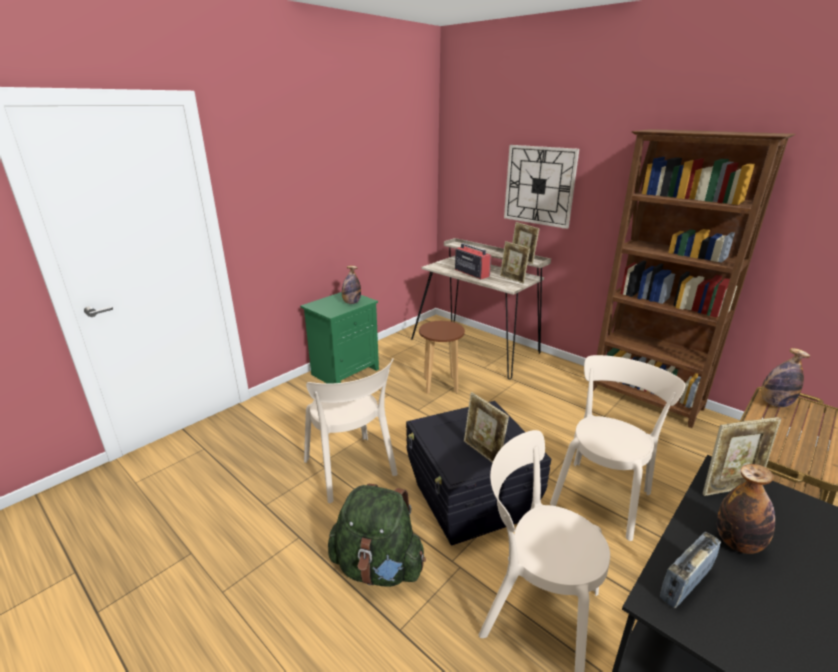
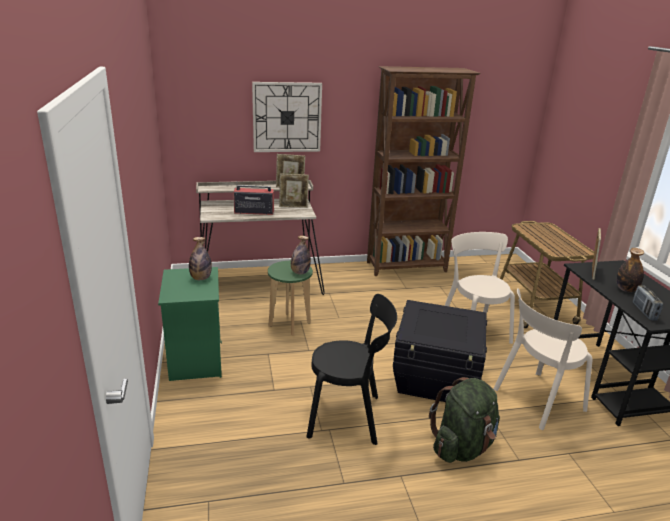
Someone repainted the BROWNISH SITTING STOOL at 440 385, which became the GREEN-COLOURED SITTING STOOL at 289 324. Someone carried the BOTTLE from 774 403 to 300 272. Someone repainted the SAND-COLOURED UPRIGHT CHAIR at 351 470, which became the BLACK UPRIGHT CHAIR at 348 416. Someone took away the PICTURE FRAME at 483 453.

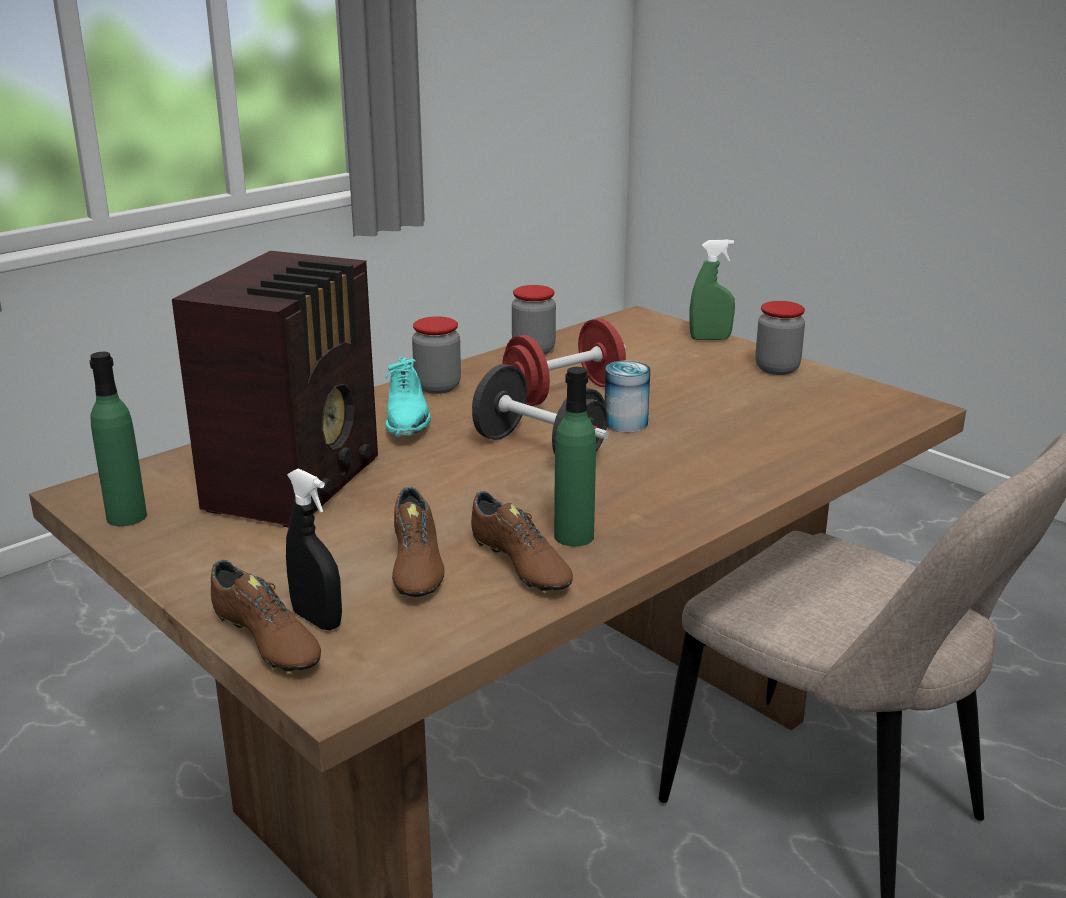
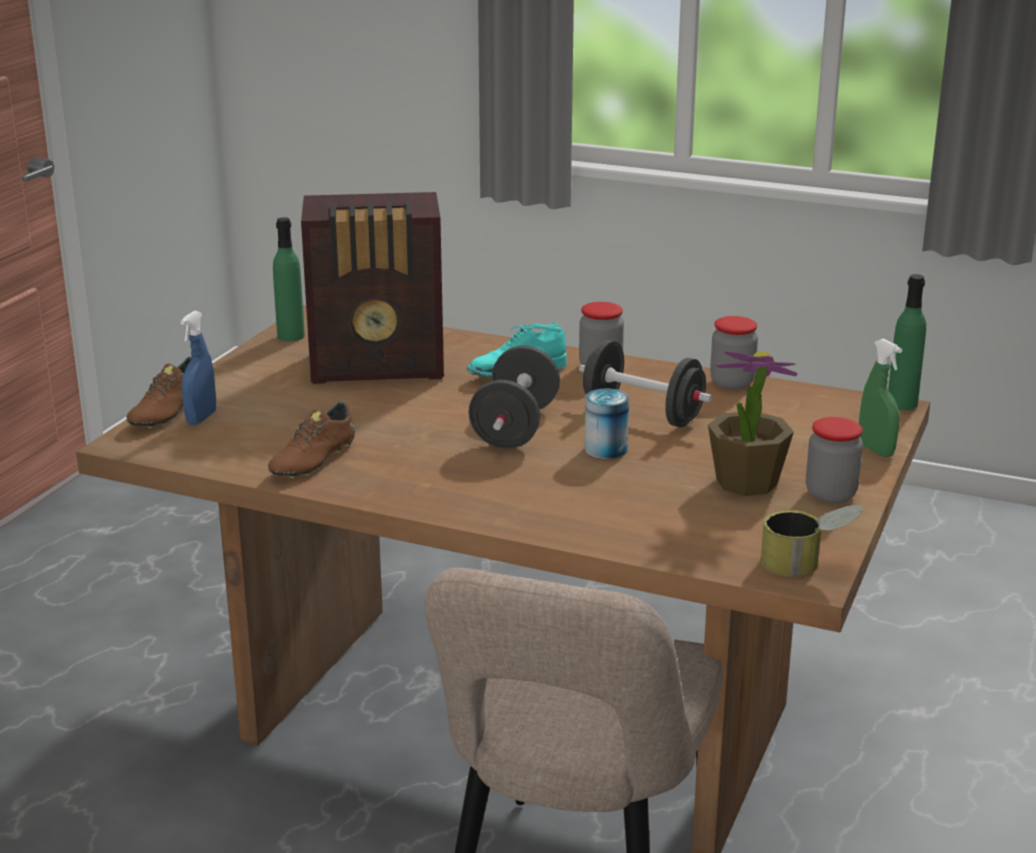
Someone repainted the REDDISH HAND WEIGHT at 564 394, which became the BLACK HAND WEIGHT at 643 414. Someone carried the GREEN-COLOURED BOTTLE from 574 536 to 902 404. Someone repainted the BLACK SPRAYER at 317 620, which became the BLUISH SPRAYER at 201 418. Someone took away the BROWNISH ITEM OF FOOTWEAR at 415 567. Someone put down the POTTED PLANT at 746 482. Someone put down the METAL CAN at 807 565.

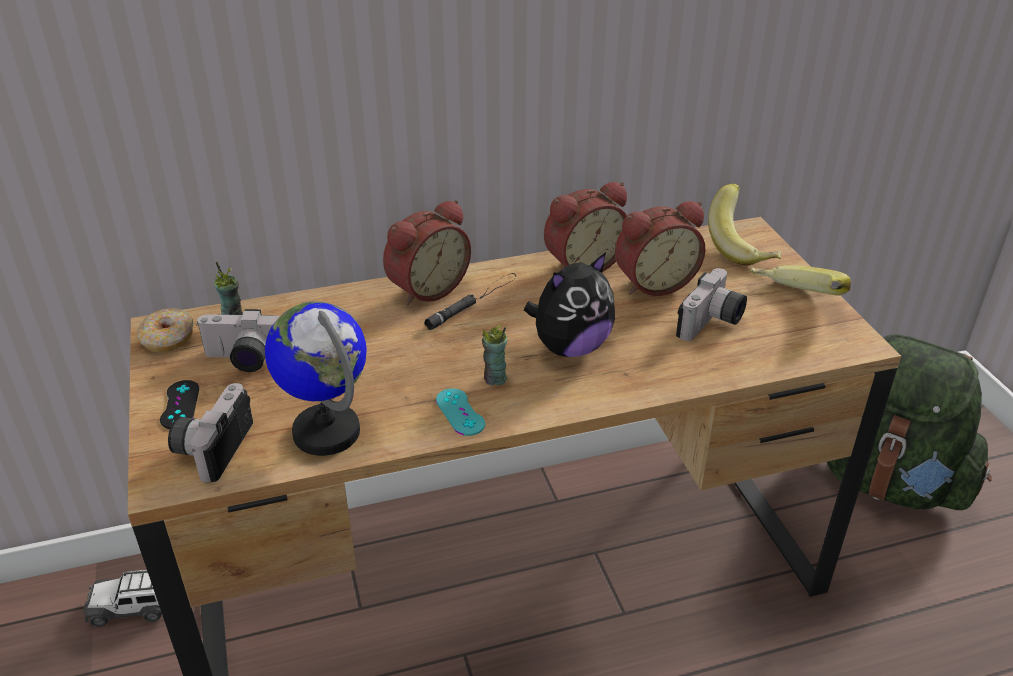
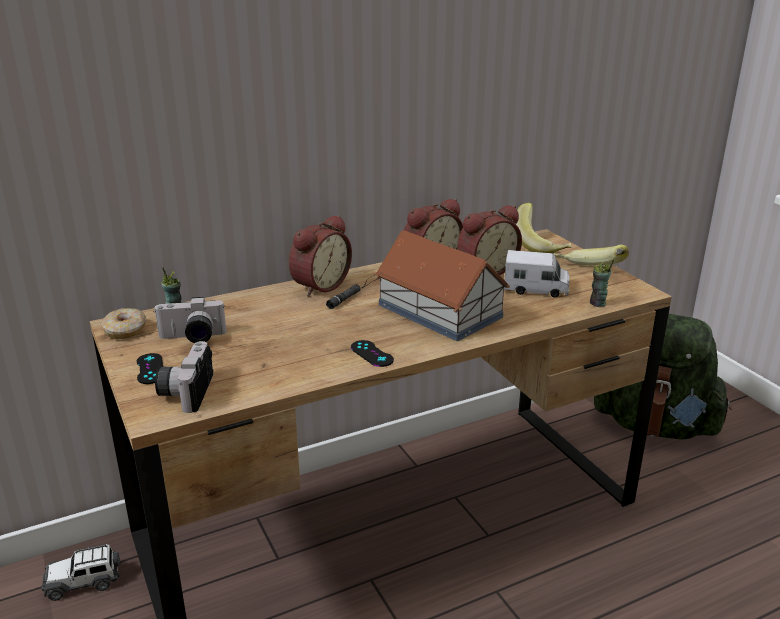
Someone swapped the SOFT TOY at 570 347 for the TOY HOUSE at 439 310. Someone swapped the STILL CAMERA at 712 324 for the TOY TRUCK at 535 289. Someone took away the DESK GLOBE at 327 431. Someone carried the SMALL CUP from 495 379 to 597 303. Someone repainted the TURQUOISE GAME CONTROLLER at 460 412, which became the BLACK GAME CONTROLLER at 372 354.

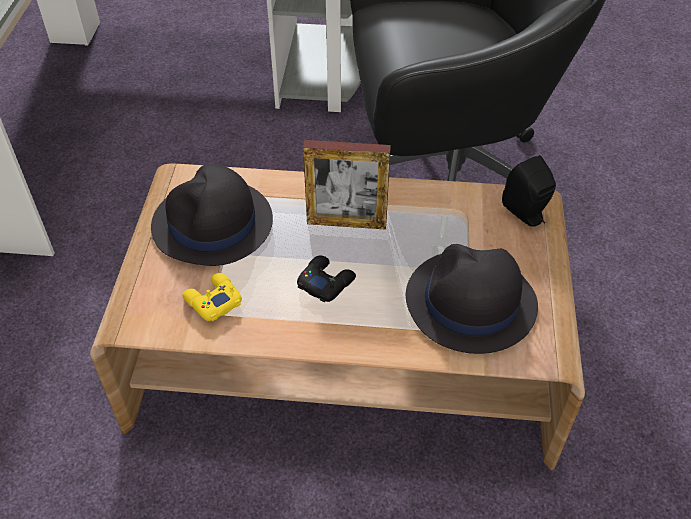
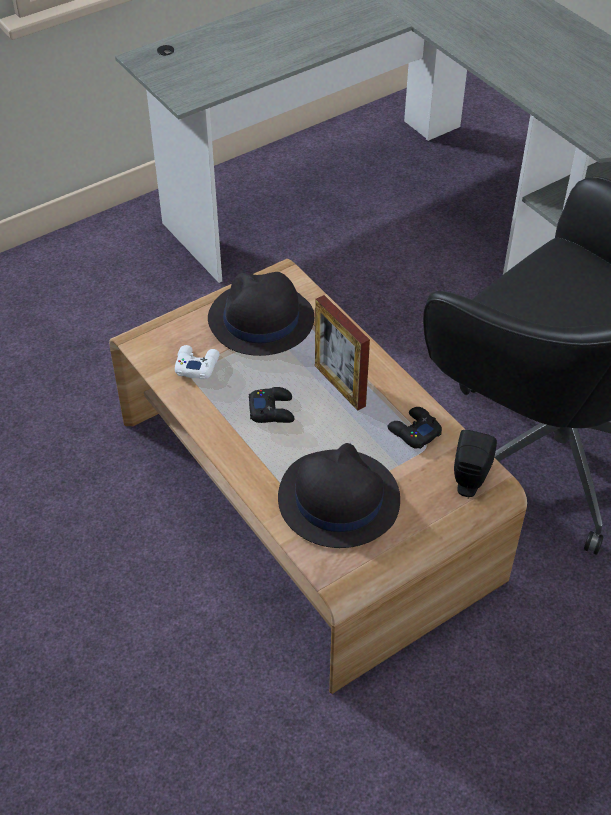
Someone repainted the YELLOW-COLOURED GAME CONTROLLER at 212 301, which became the WHITE-COLOURED GAME CONTROLLER at 196 365. Someone put down the BLACK GAME CONTROLLER at 414 431.

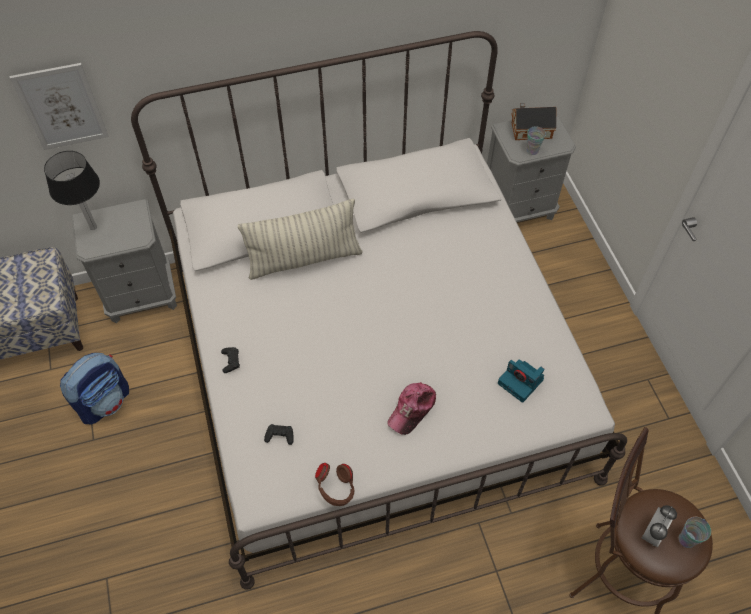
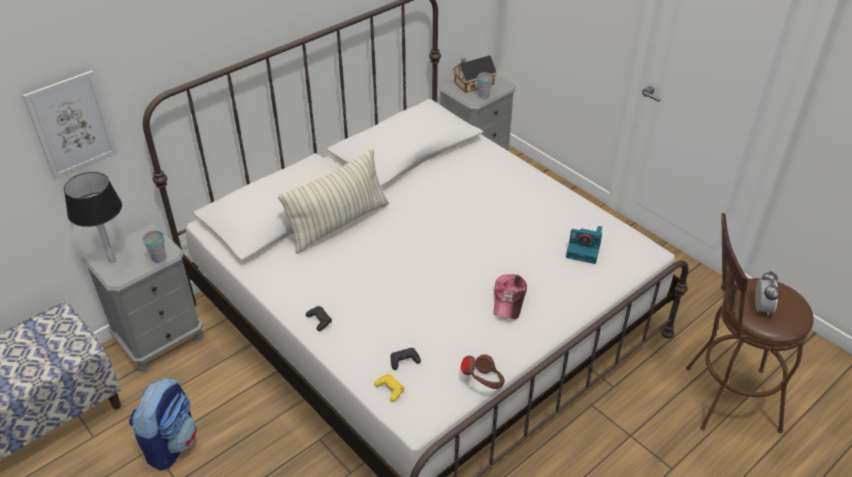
Someone carried the SMALL CUP from 686 539 to 159 258. Someone put down the YELLOW-COLOURED GAME CONTROLLER at 390 389.

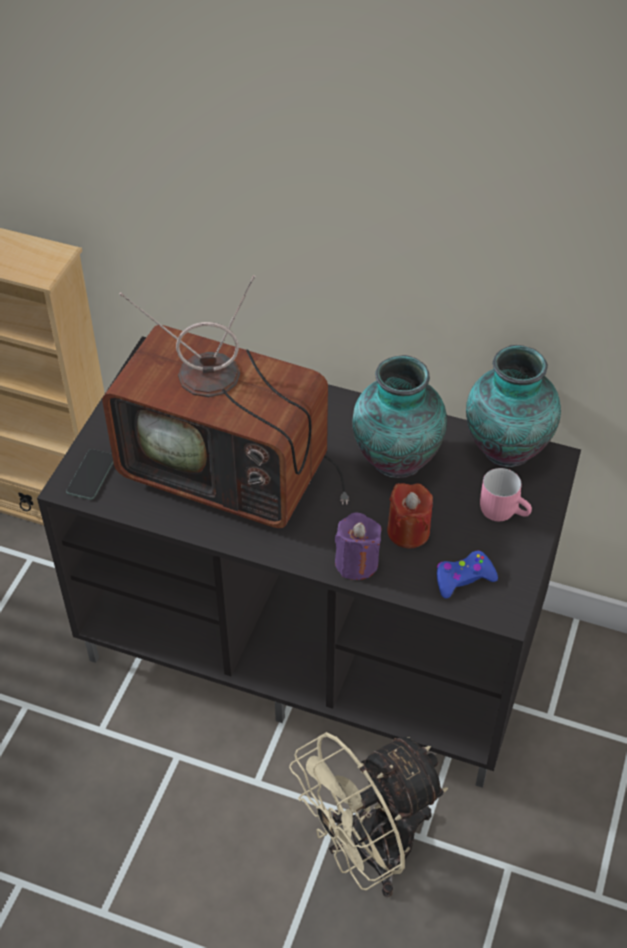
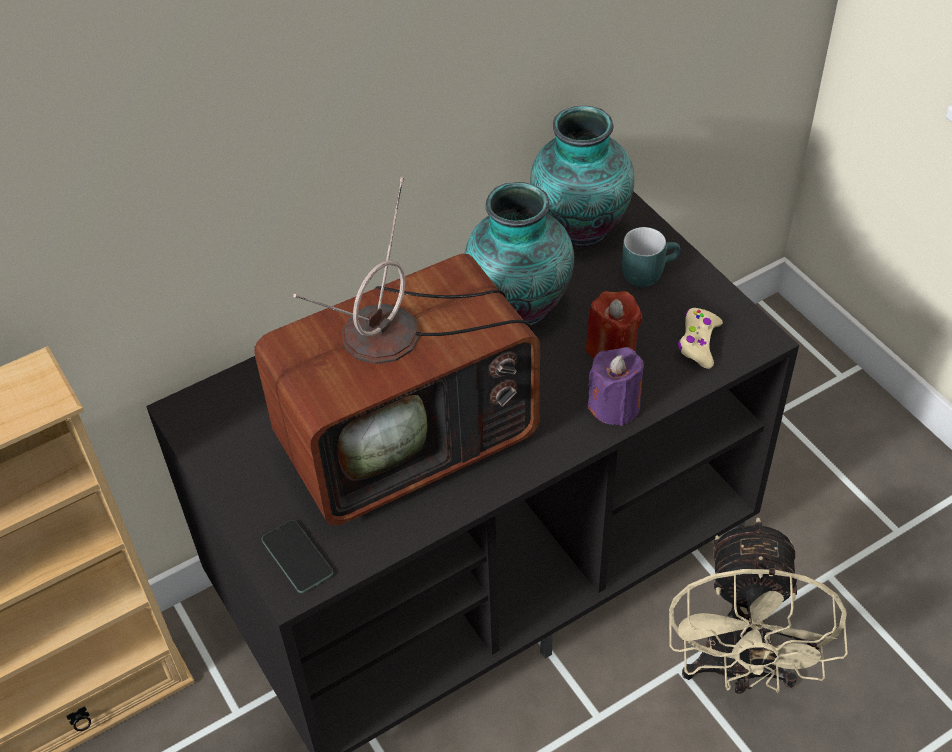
Someone repainted the PINK-COLOURED MUG at 504 510, which became the TURQUOISE MUG at 647 271. Someone repainted the BLUISH GAME CONTROLLER at 463 578, which became the SAND-COLOURED GAME CONTROLLER at 698 343.

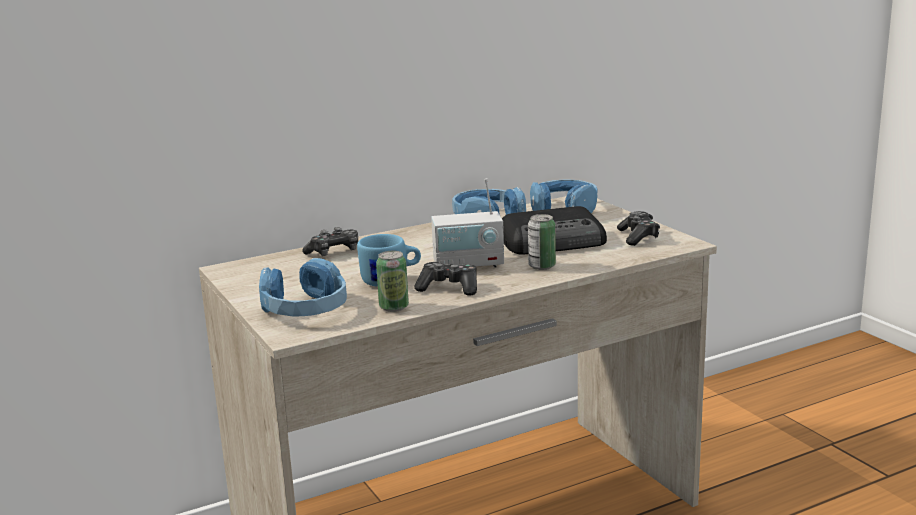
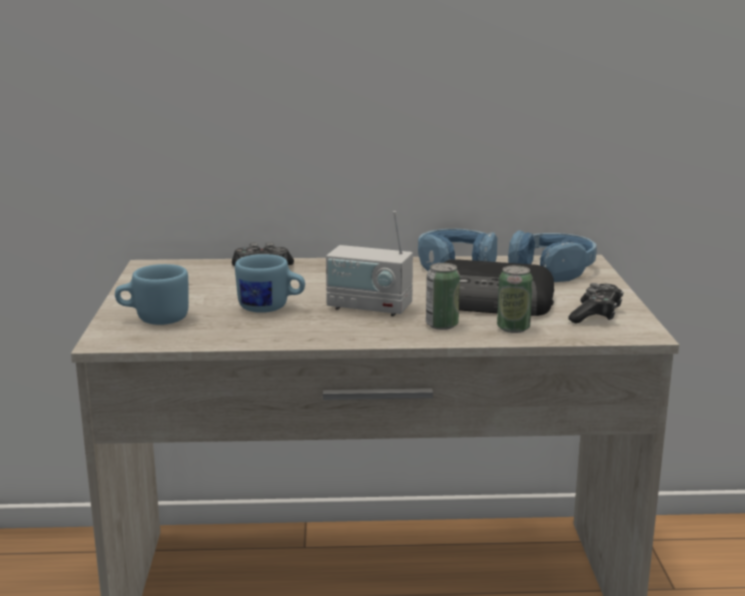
Someone carried the METAL CAN from 394 307 to 513 328. Someone swapped the BLUISH PAIR OF HEADPHONES at 305 310 for the BLUISH MUG at 154 319. Someone took away the GAME CONTROLLER at 449 288.

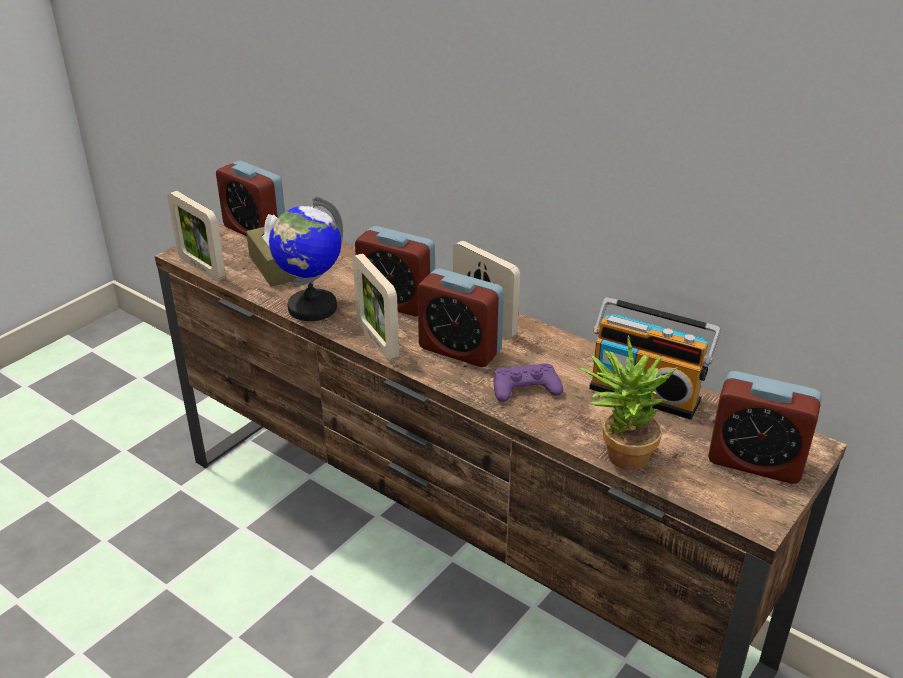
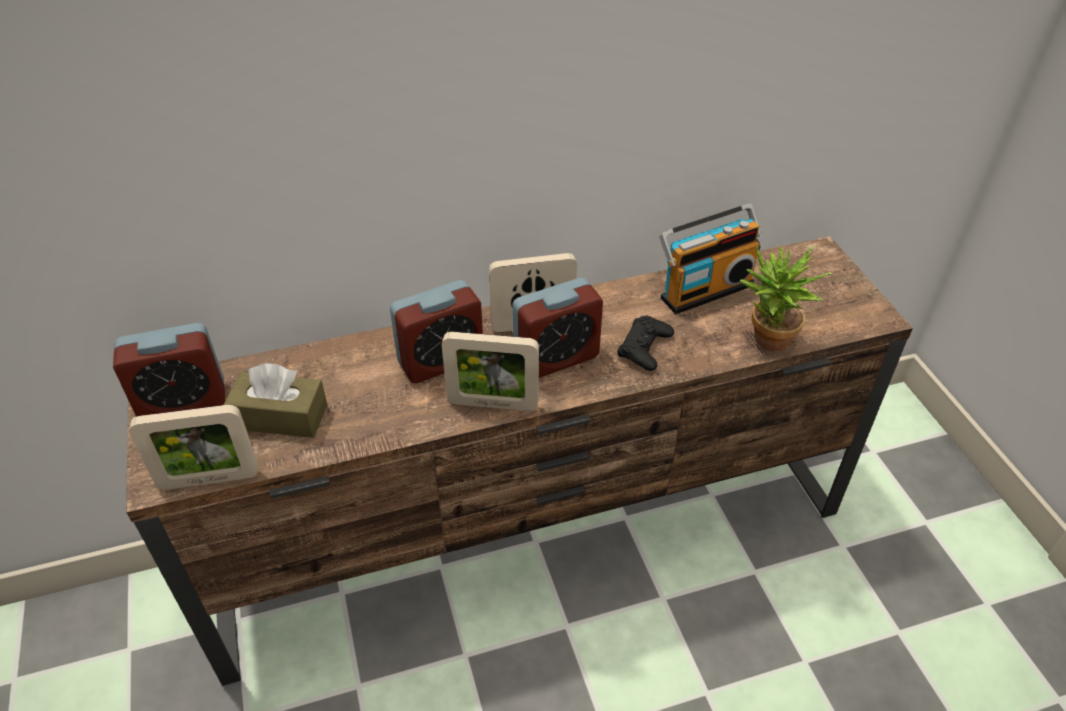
Someone took away the DESK GLOBE at 311 307. Someone repainted the PURPLE GAME CONTROLLER at 525 388, which became the BLACK GAME CONTROLLER at 645 347. Someone took away the ALARM CLOCK at 755 461.

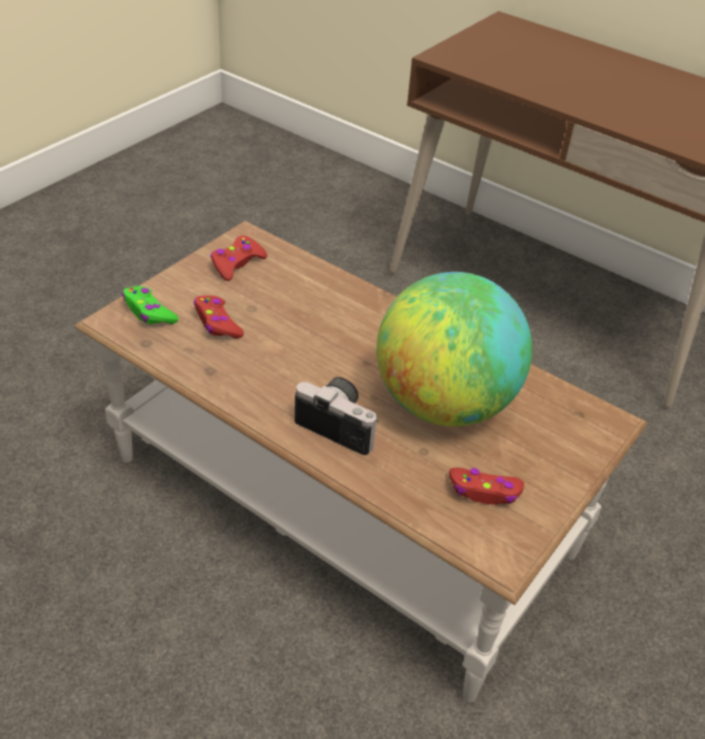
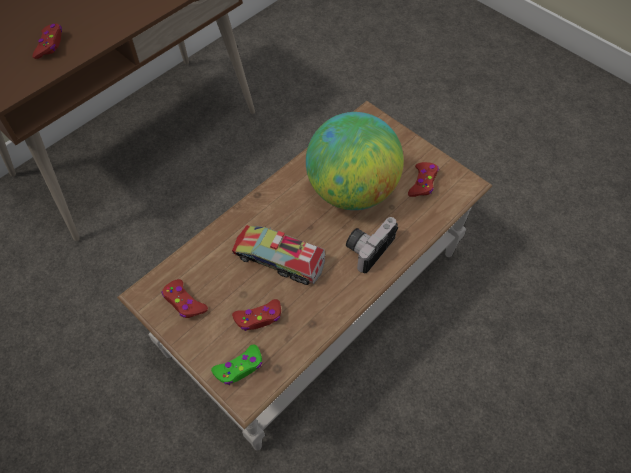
Someone put down the REDDISH GAME CONTROLLER at 50 45. Someone put down the TOY TRUCK at 279 259.

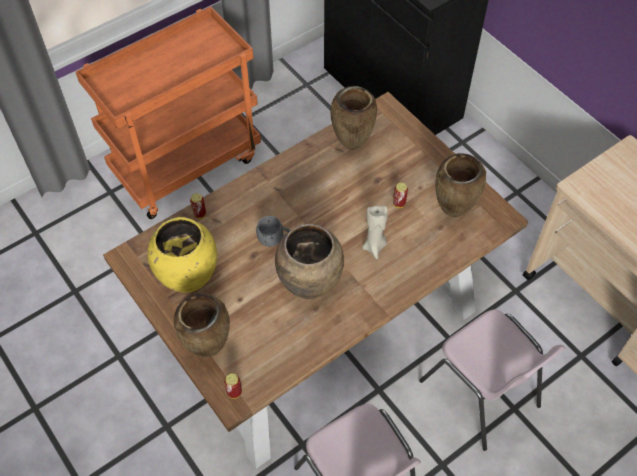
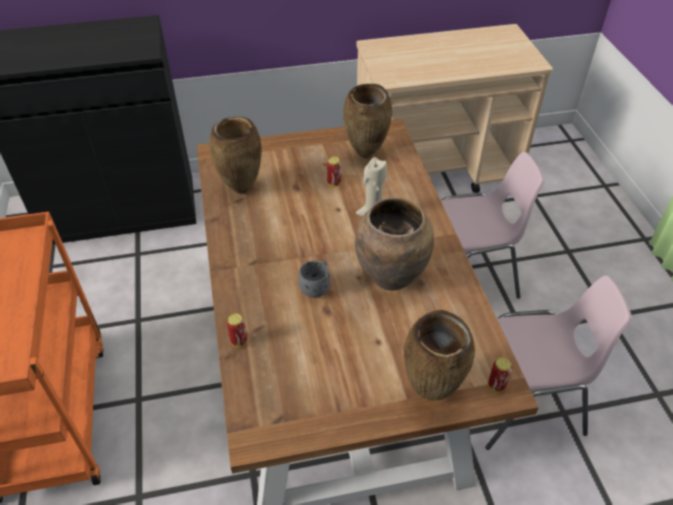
Someone took away the YELLOW-COLOURED FLOWER VASE at 188 279.

